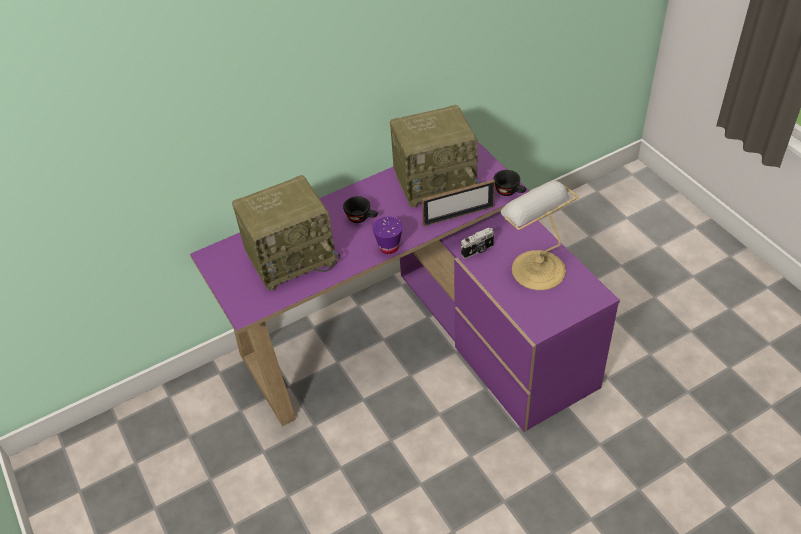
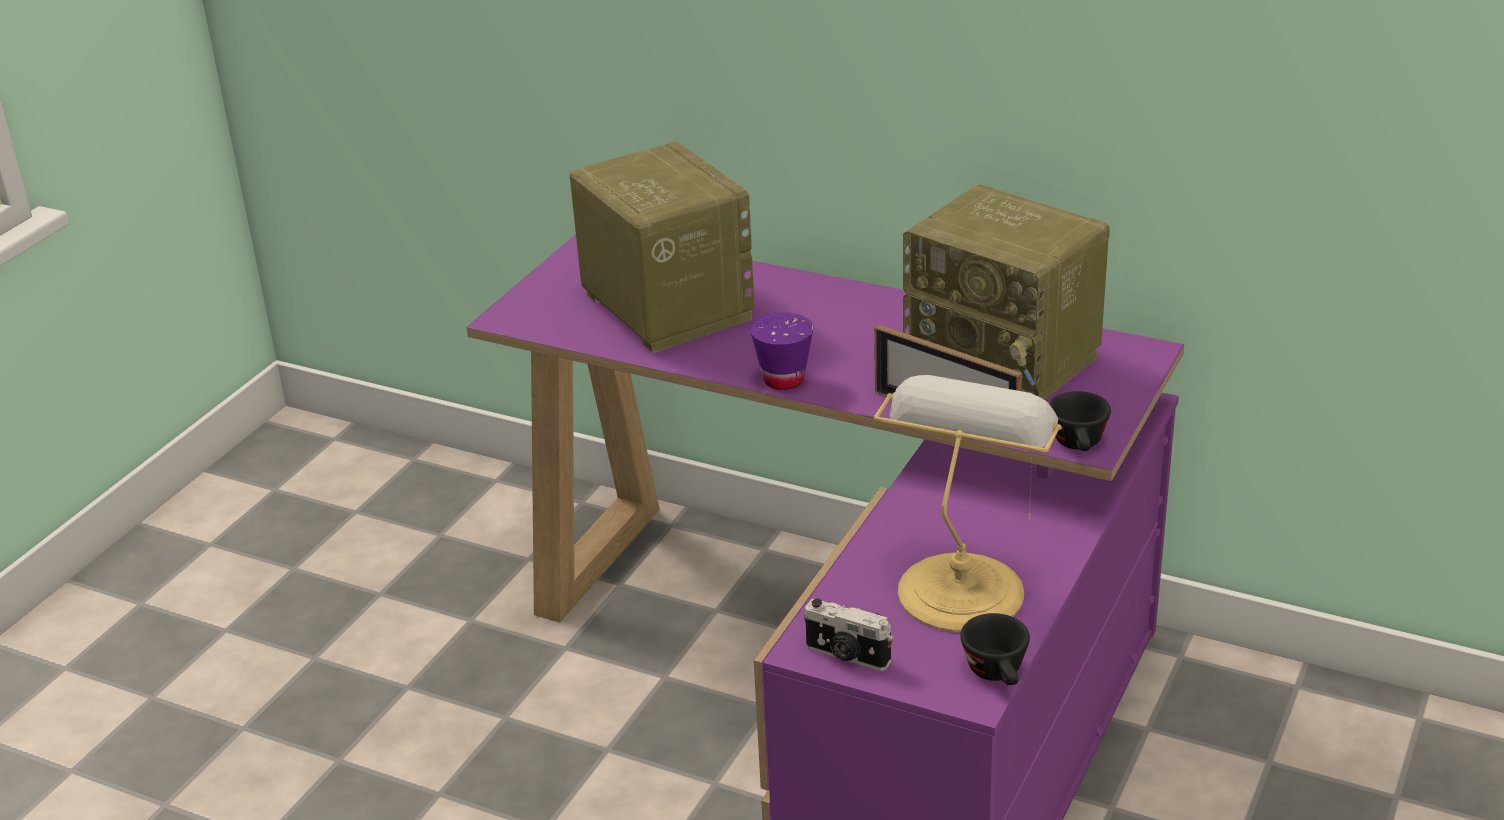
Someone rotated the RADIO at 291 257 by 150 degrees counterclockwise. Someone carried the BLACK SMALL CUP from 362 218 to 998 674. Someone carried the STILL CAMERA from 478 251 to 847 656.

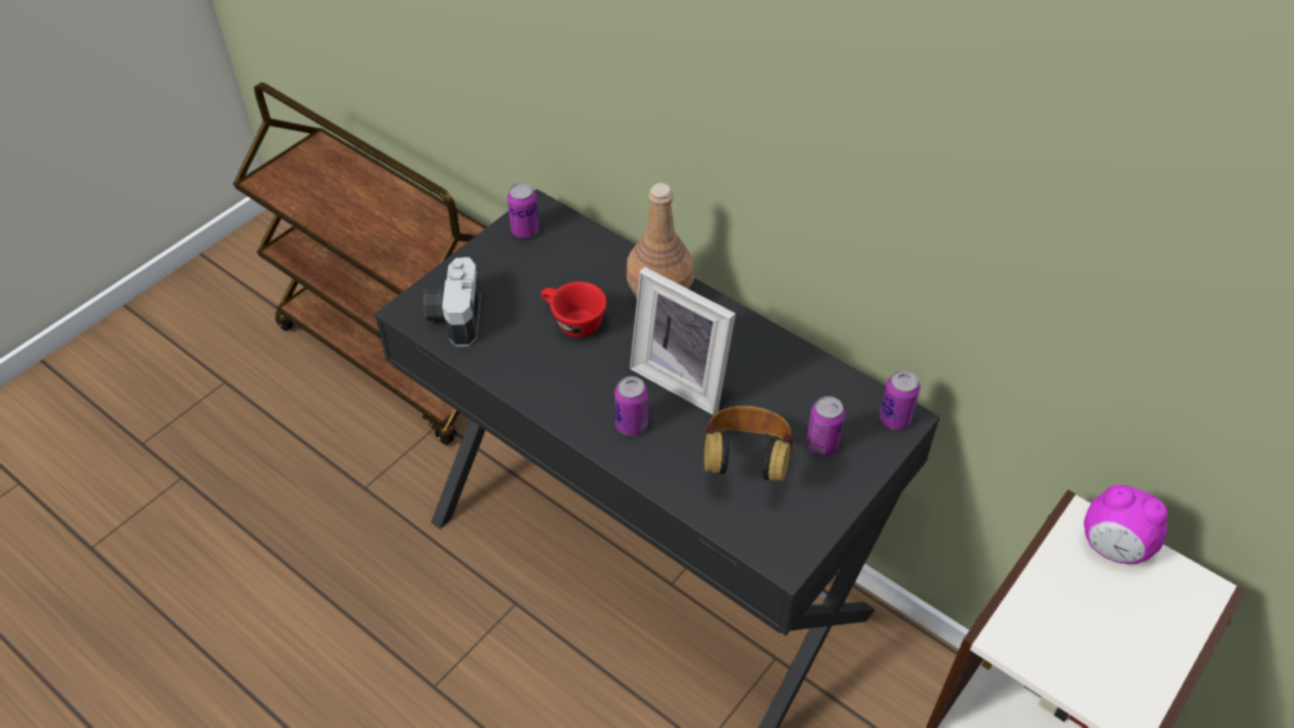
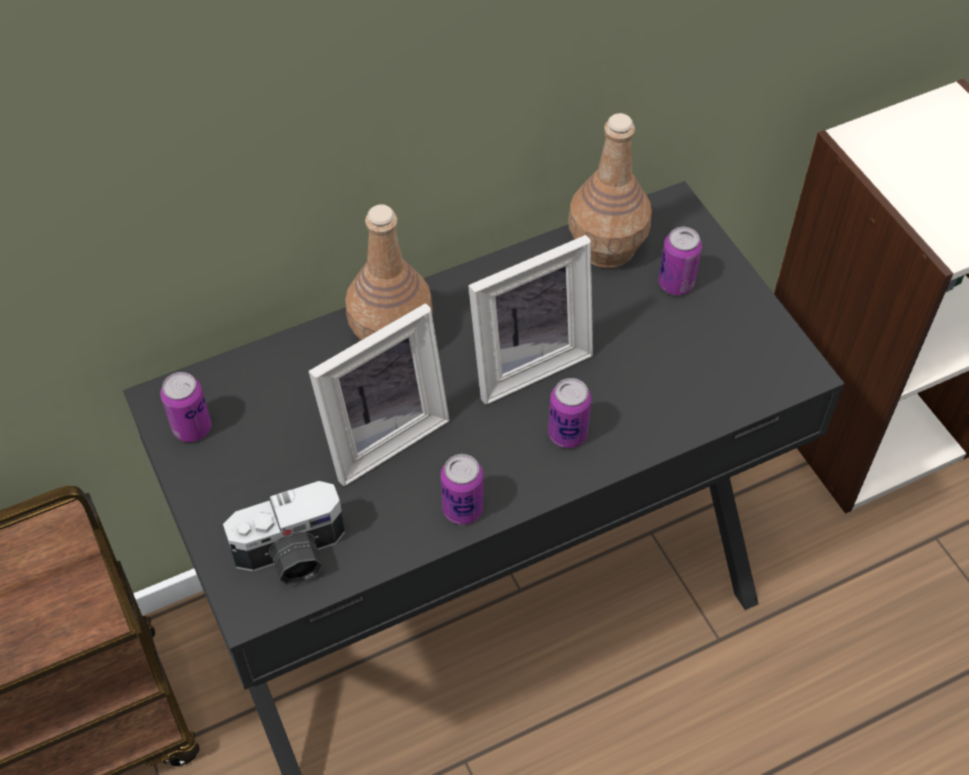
Someone rotated the STILL CAMERA at 453 316 by 45 degrees counterclockwise. Someone swapped the REDDISH SMALL CUP at 572 322 for the PICTURE FRAME at 380 434. Someone carried the METAL CAN from 894 419 to 462 509. Someone took away the PAIR OF HEADPHONES at 746 463. Someone took away the ALARM CLOCK at 1113 547. Someone put down the BROWNISH BOTTLE at 607 247.

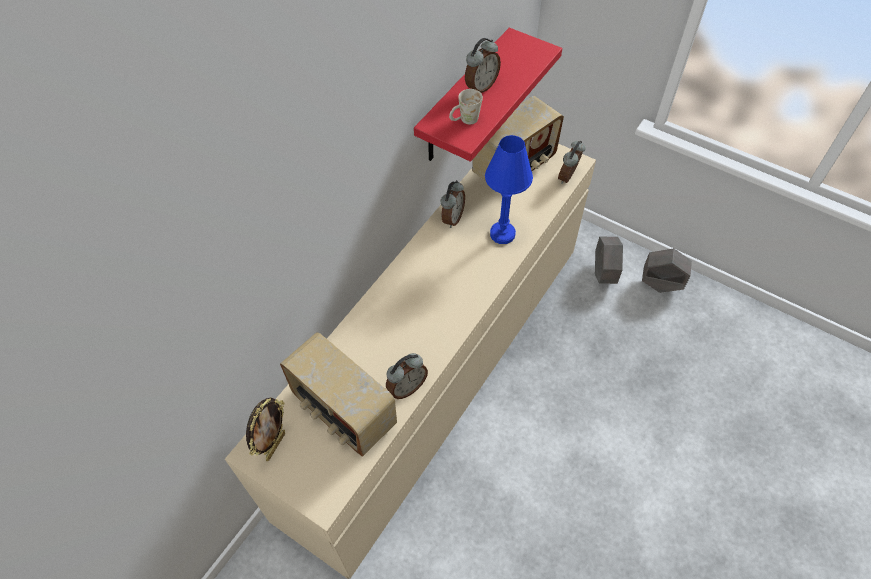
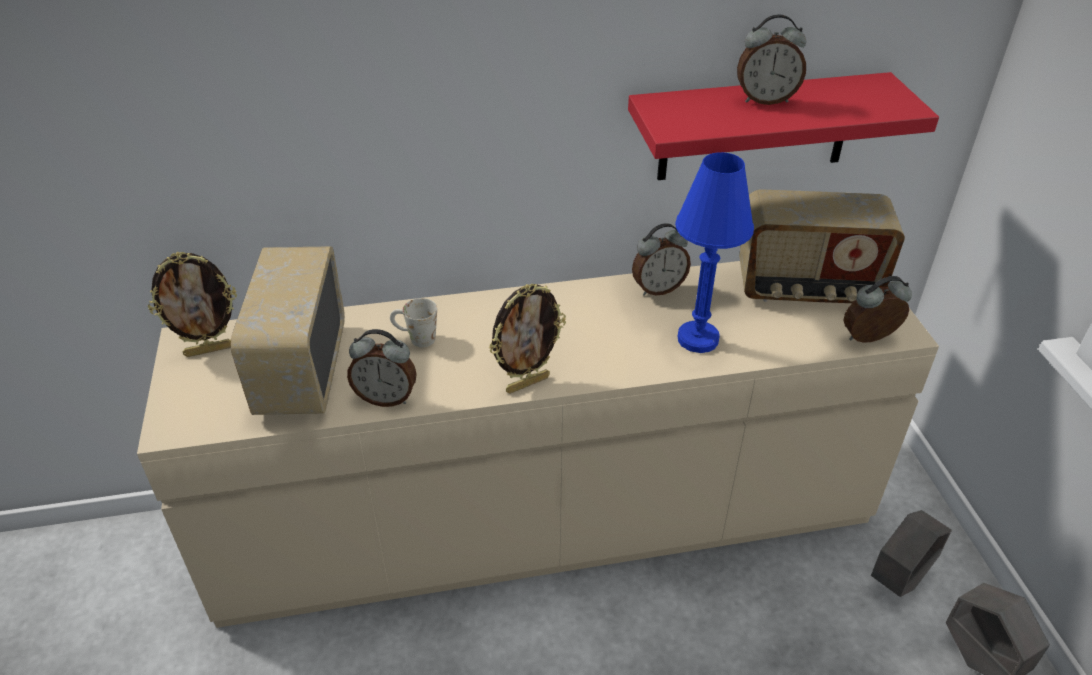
Someone carried the WHITE-COLOURED MUG from 464 121 to 415 338. Someone put down the PICTURE FRAME at 527 383.

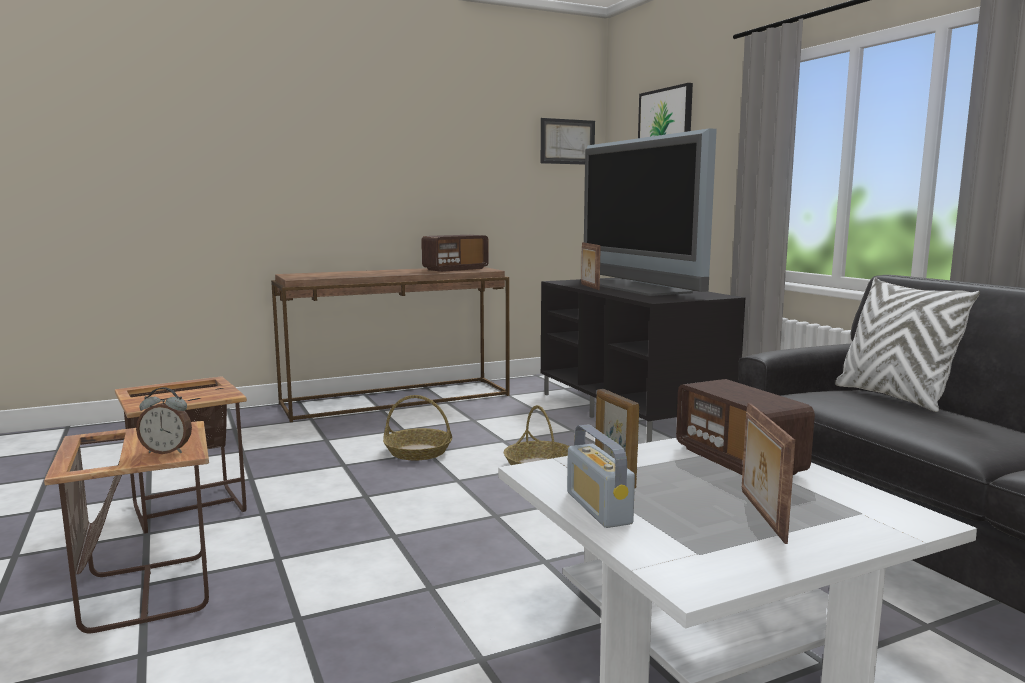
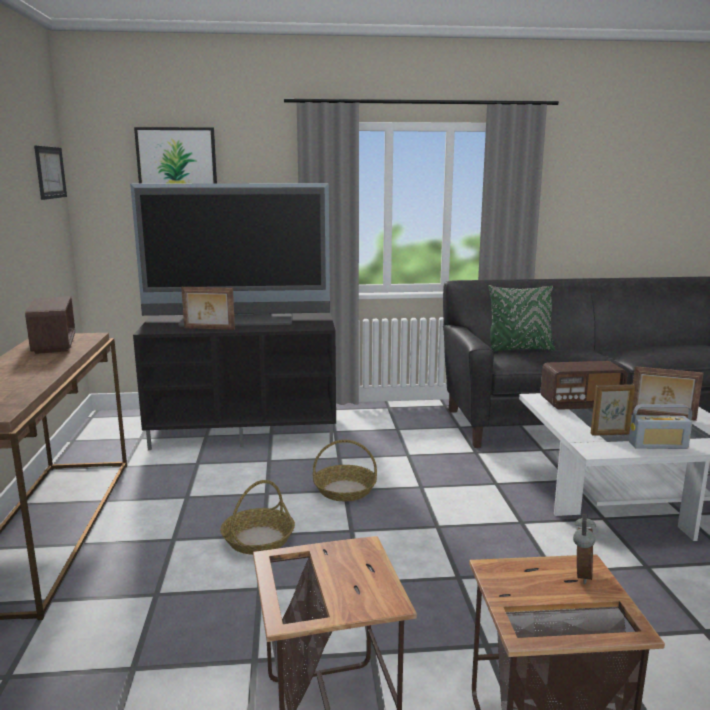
Someone repainted the WHITE-COLOURED CUSHION at 893 397, which became the GREEN-COLOURED CUSHION at 519 349.

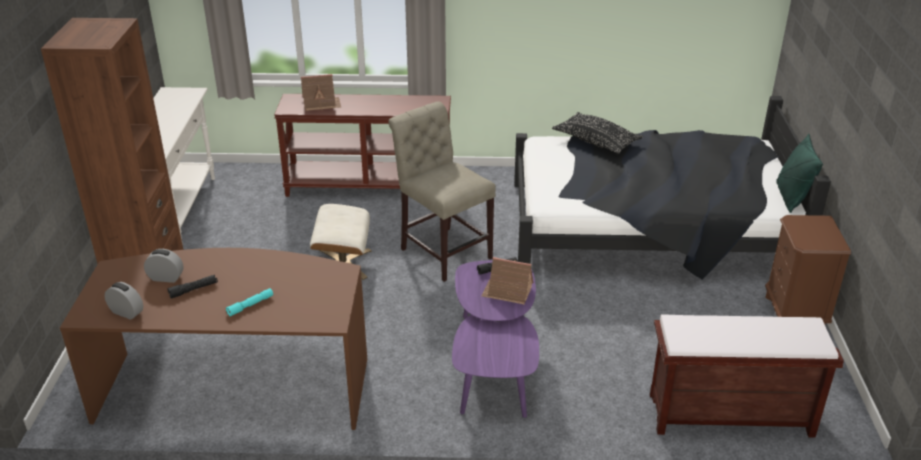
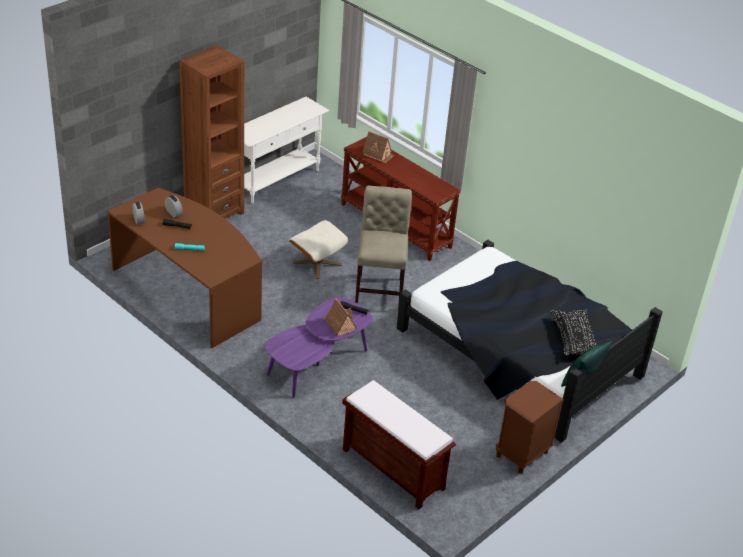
Someone carried the BLACK CUSHION from 596 142 to 574 338.

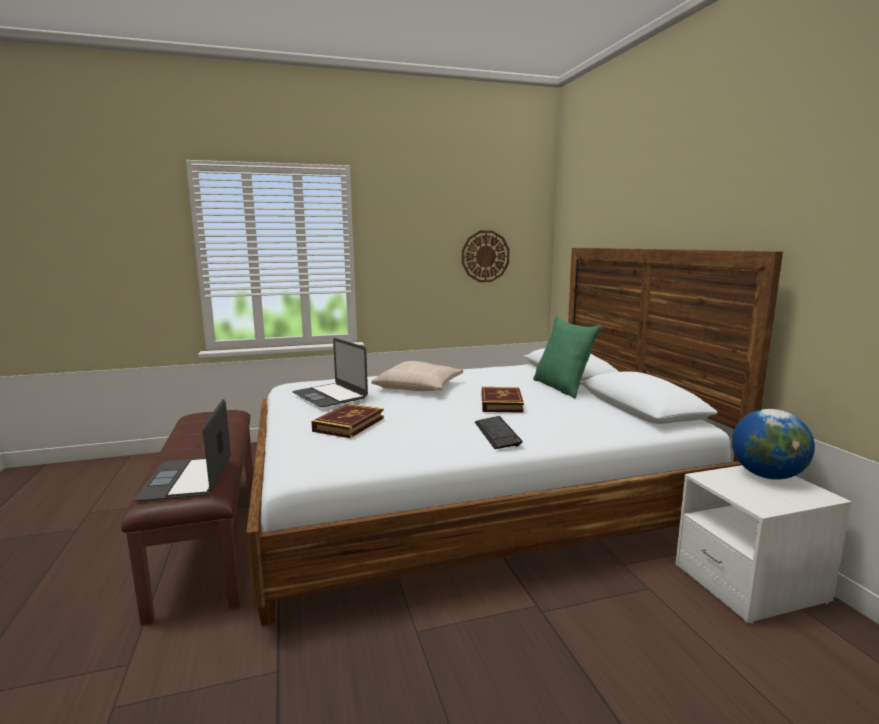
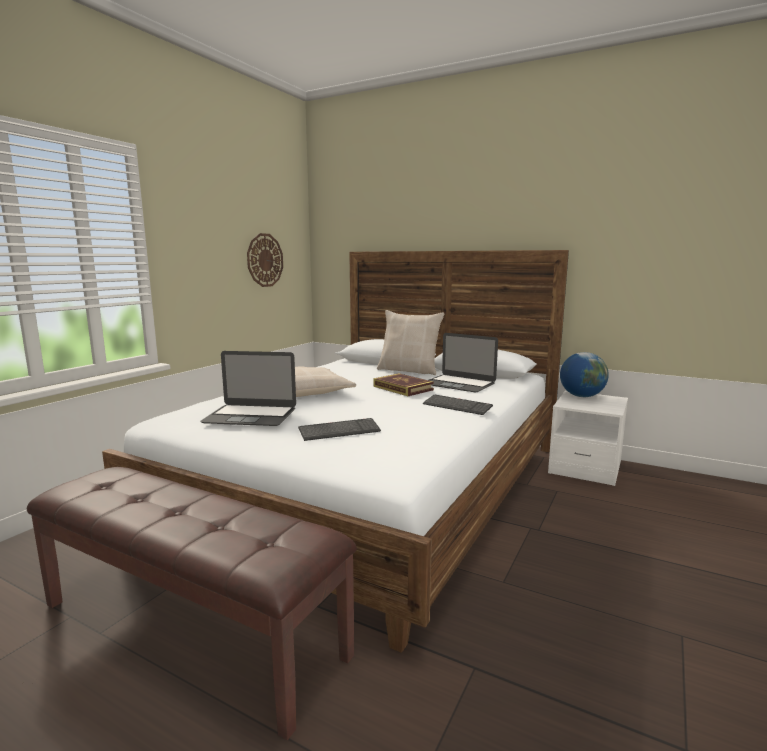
Someone repainted the GREEN-COLOURED CUSHION at 563 387, which became the SAND-COLOURED CUSHION at 409 370. Someone carried the LAPTOP from 187 478 to 459 383. Someone swapped the BOUND BOOK at 349 424 for the PC KEYBOARD at 339 431.

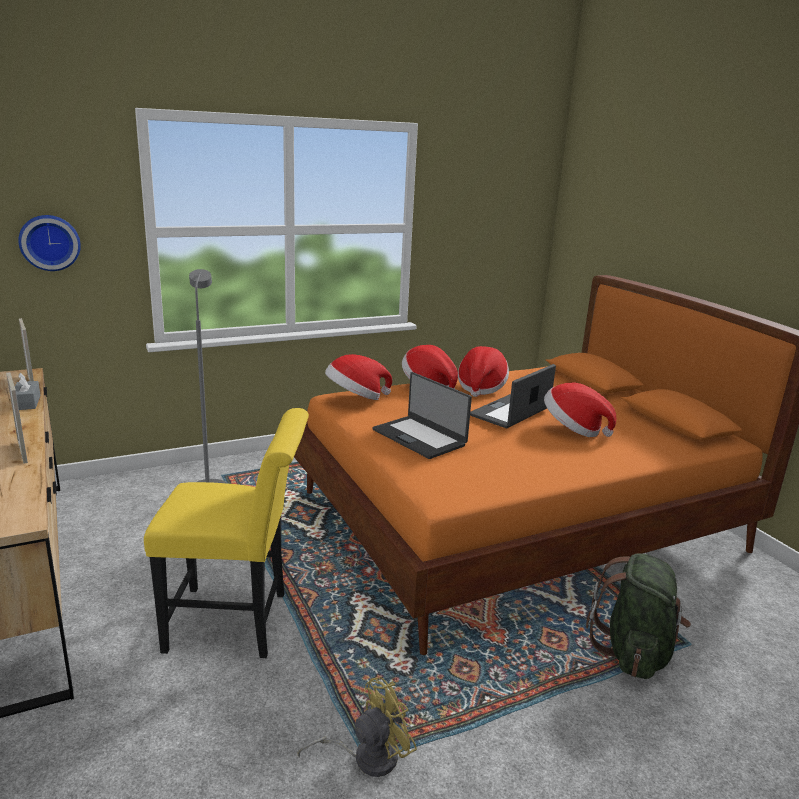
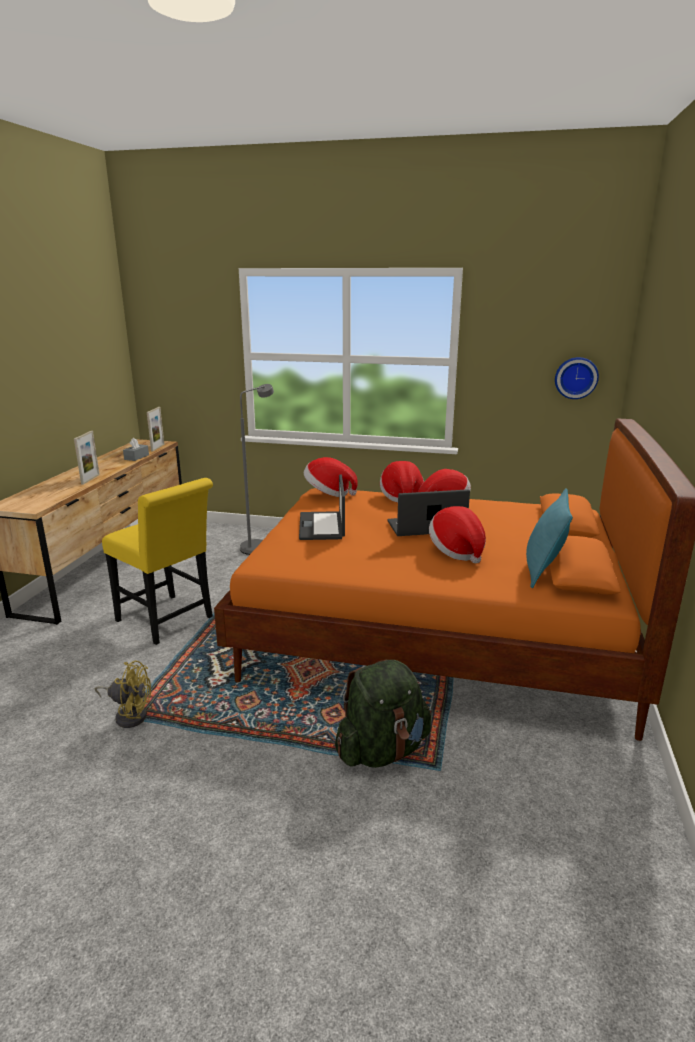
Someone carried the WALL CLOCK from 50 242 to 576 377. Someone put down the TURQUOISE CUSHION at 543 571.

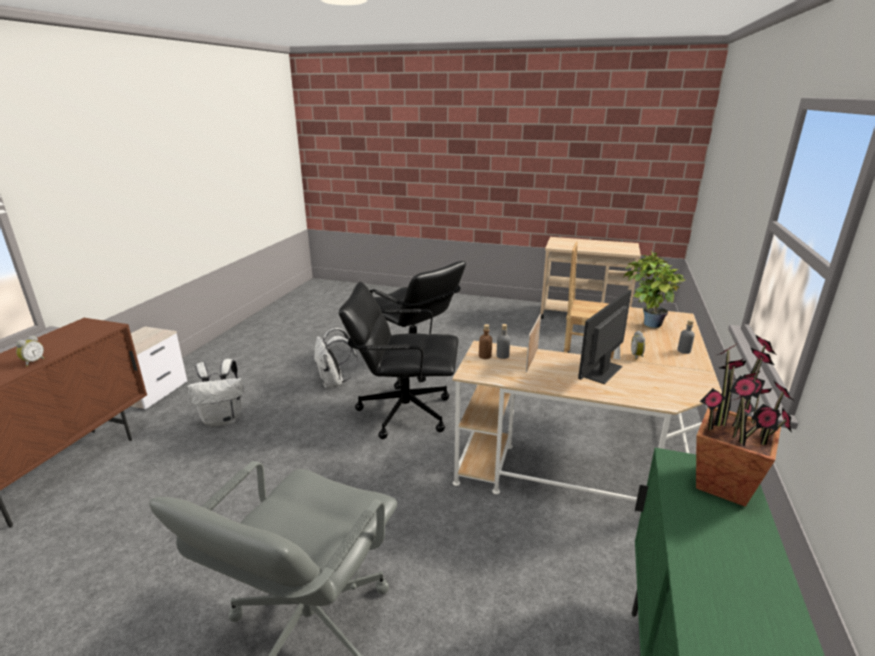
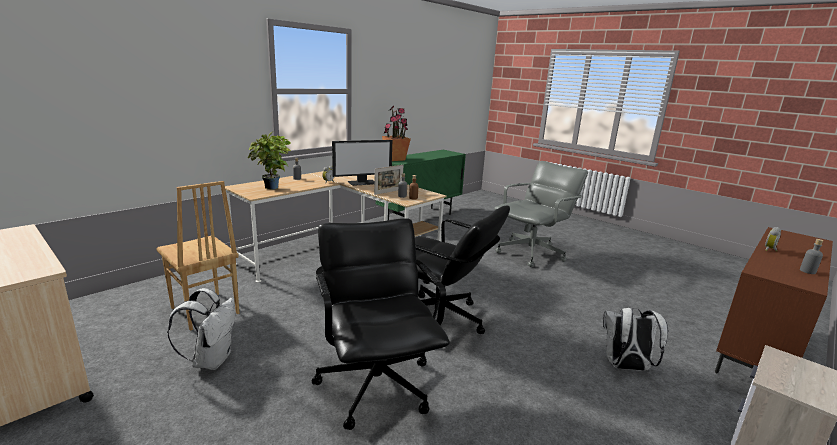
Someone carried the WHITE-COLOURED KNAPSACK from 334 383 to 211 360. Someone put down the GREYISH BOTTLE at 807 271.

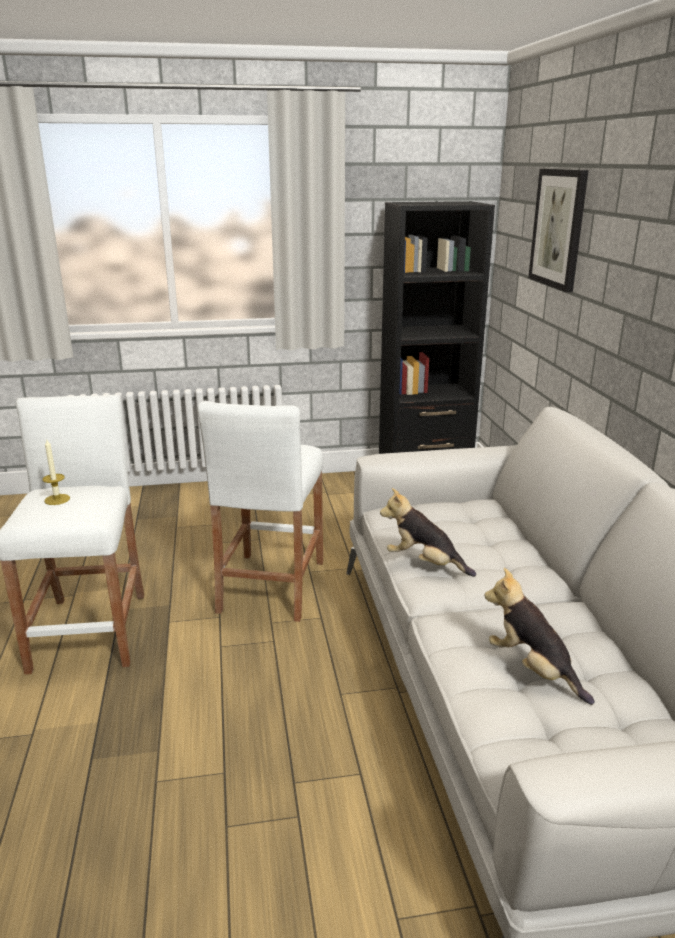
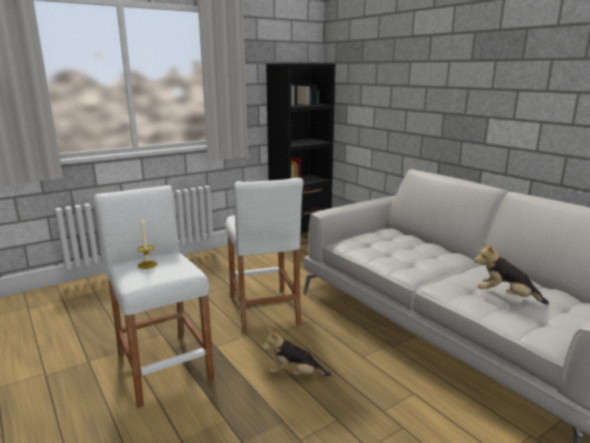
Someone took away the WALL ART at 558 228. Someone carried the SOFT TOY from 424 563 to 295 374.

